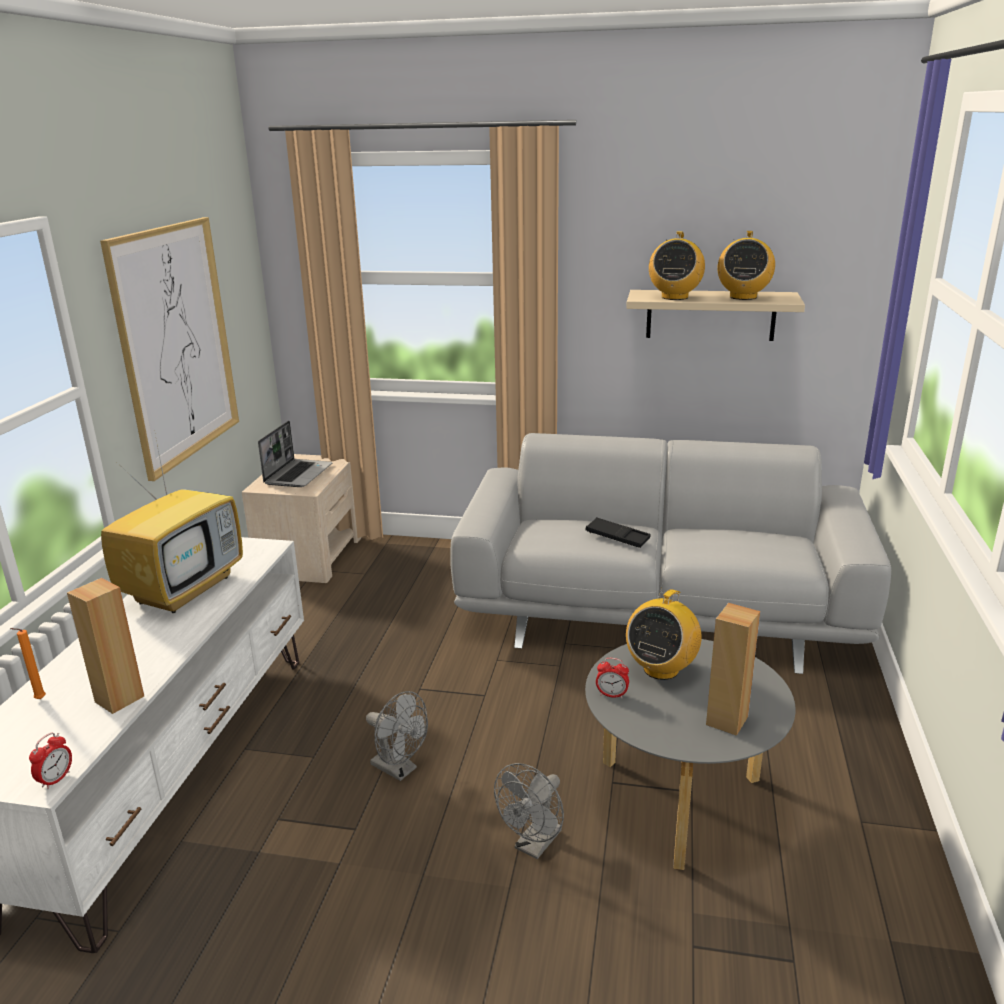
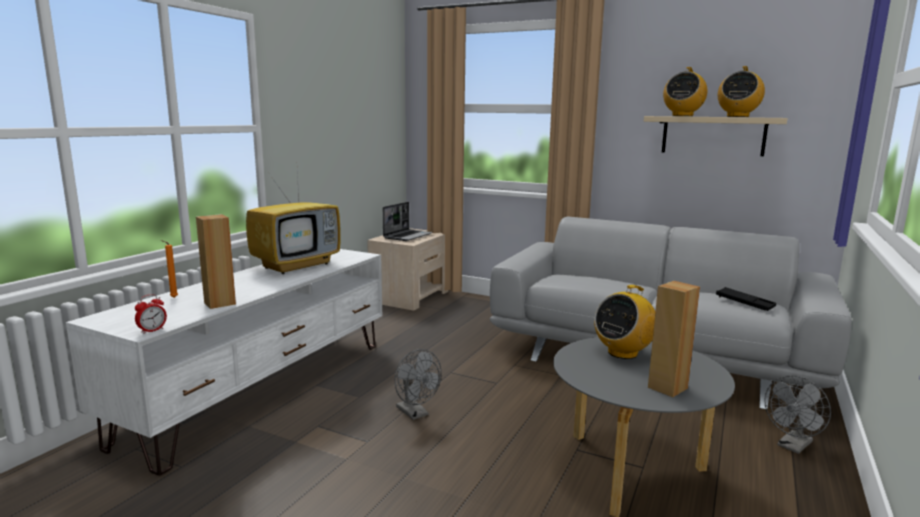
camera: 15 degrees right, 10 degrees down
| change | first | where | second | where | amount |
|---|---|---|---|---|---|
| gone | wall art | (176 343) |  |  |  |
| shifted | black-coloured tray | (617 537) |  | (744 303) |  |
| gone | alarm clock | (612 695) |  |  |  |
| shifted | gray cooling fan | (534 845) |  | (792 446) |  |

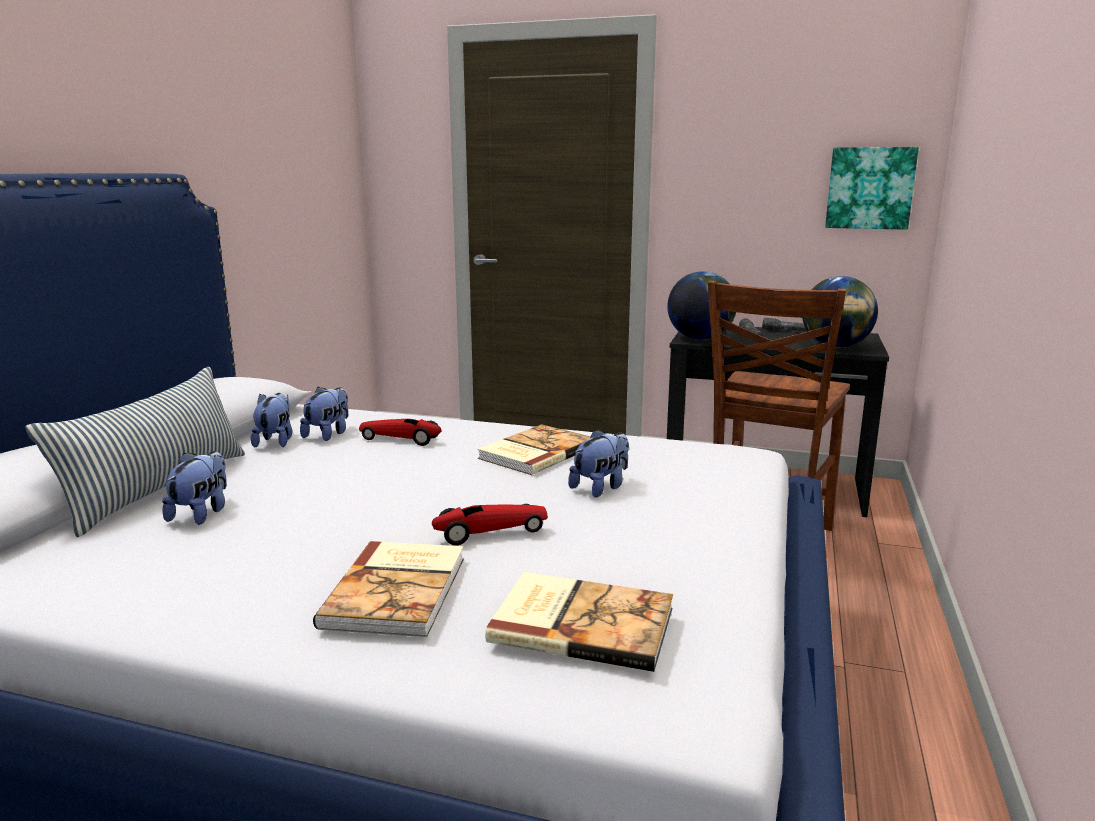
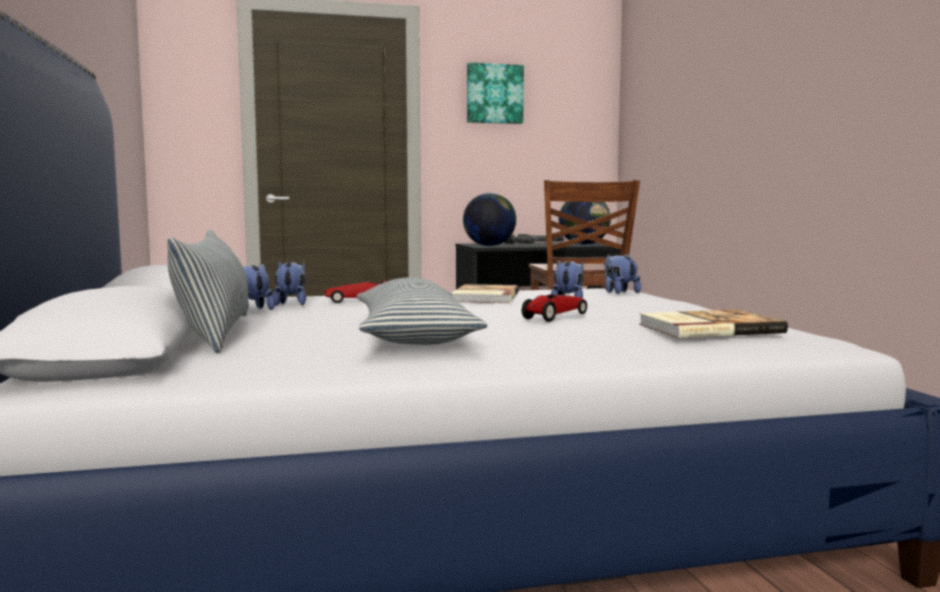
camera: 30 degrees left, 10 degrees down
| change | first | where | second | where | amount |
|---|---|---|---|---|---|
| shifted | wall art | (870 188) |  | (494 94) |  |
| shifted | cuddly toy | (202 513) |  | (619 292) |  |
| gone | book | (399 590) |  |  |  |
| new |  |  | cushion | (413 335) |  |

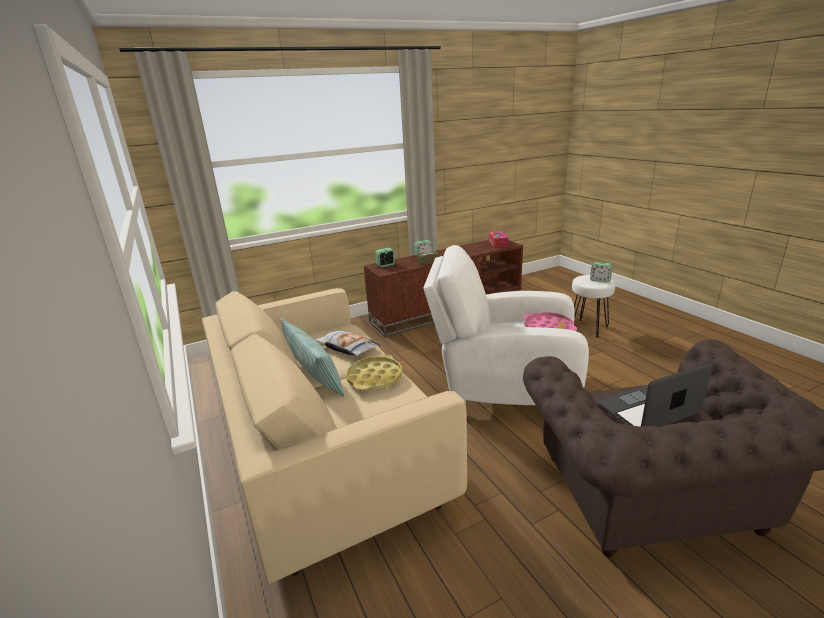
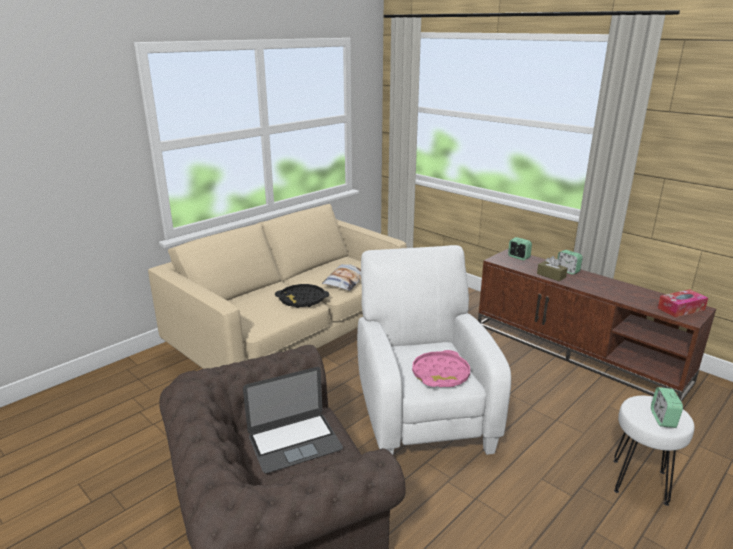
camera: 70 degrees right, 0 degrees up
| change | first | where | second | where | amount |
|---|---|---|---|---|---|
| gone | cushion | (314 375) |  |  |  |
| repainted | yellowish tray | (374 378) | black-coloured tray | (302 300) |  |
| rotated | laptop | (648 409) |  | (294 442) | 105 degrees clockwise |

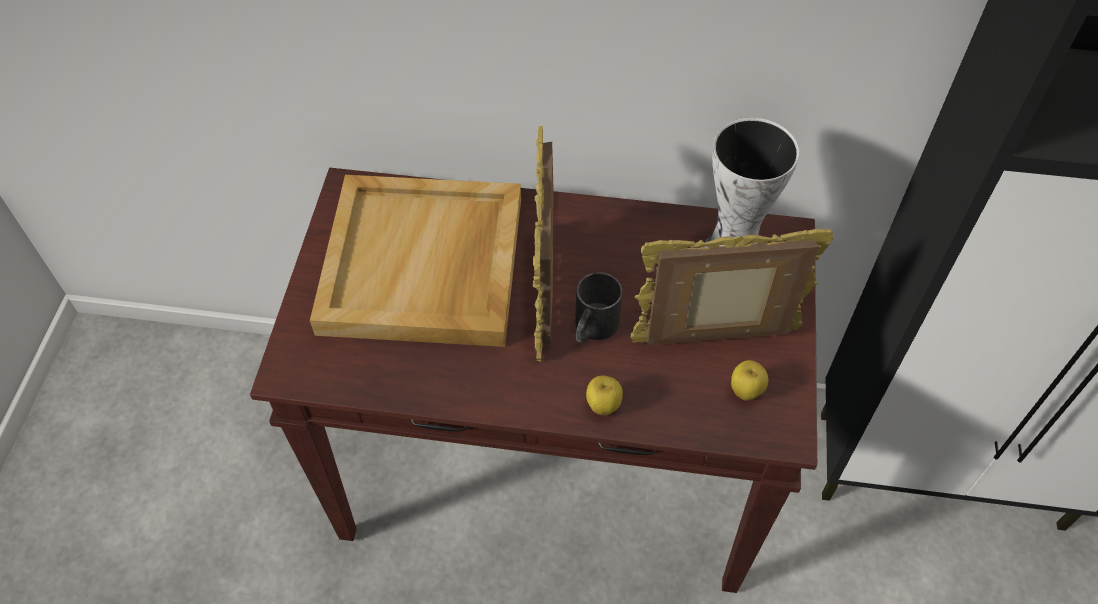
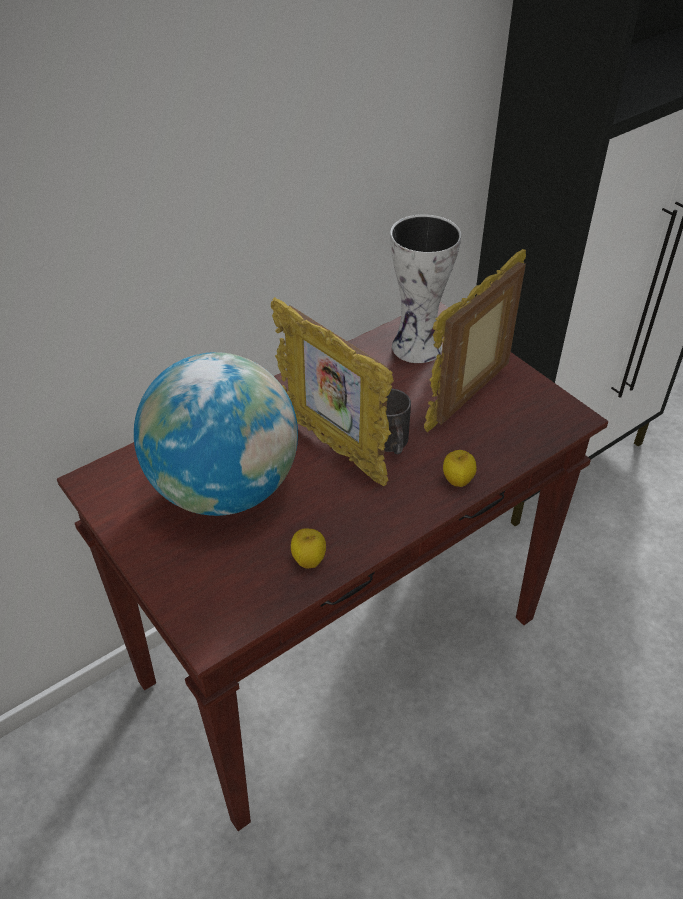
camera: 45 degrees left, 10 degrees down
| change | first | where | second | where | amount |
|---|---|---|---|---|---|
| swapped | sand-coloured tray | (424 266) | world globe | (224 489) |  |
| shifted | whole apple | (745 391) |  | (309 561) |  |

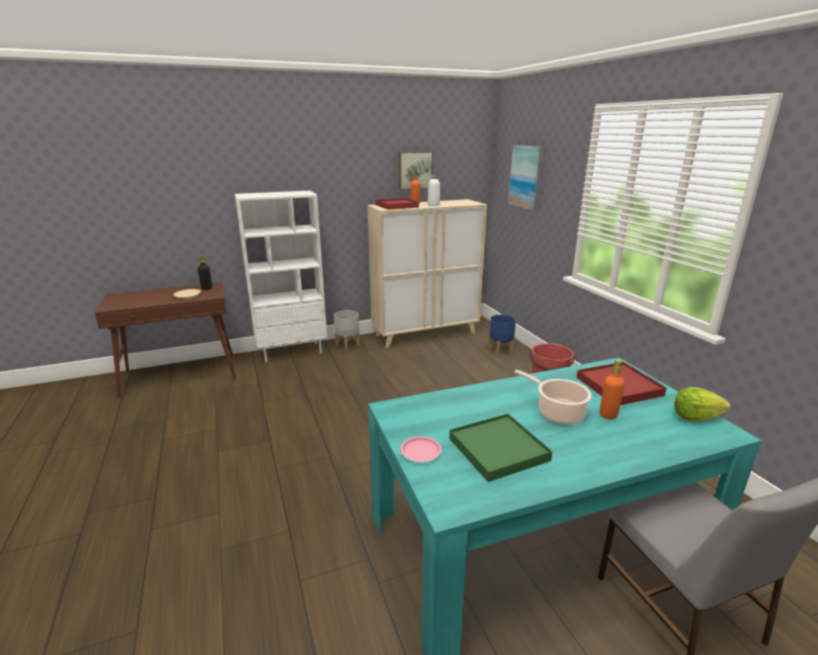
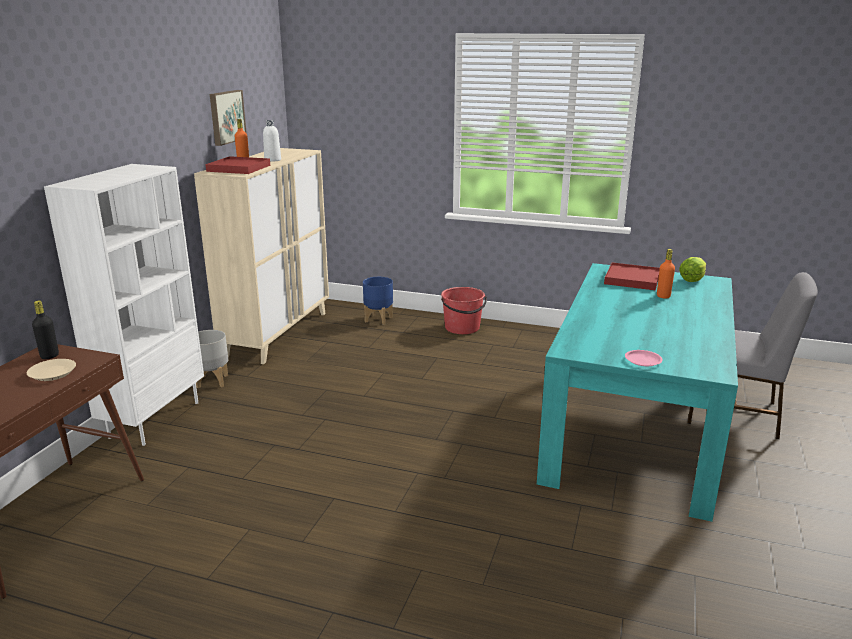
camera: 50 degrees left, 0 degrees up
| change | first | where | second | where | amount |
|---|---|---|---|---|---|
| gone | wall art | (526 177) |  |  |  |
| gone | saucepot | (557 413) |  |  |  |
| gone | greenish tray | (498 449) |  |  |  |

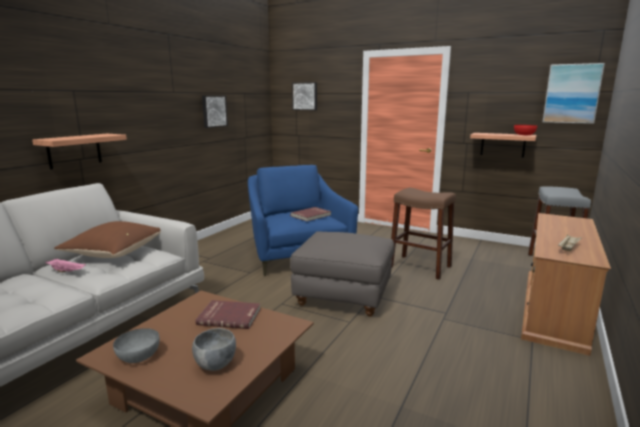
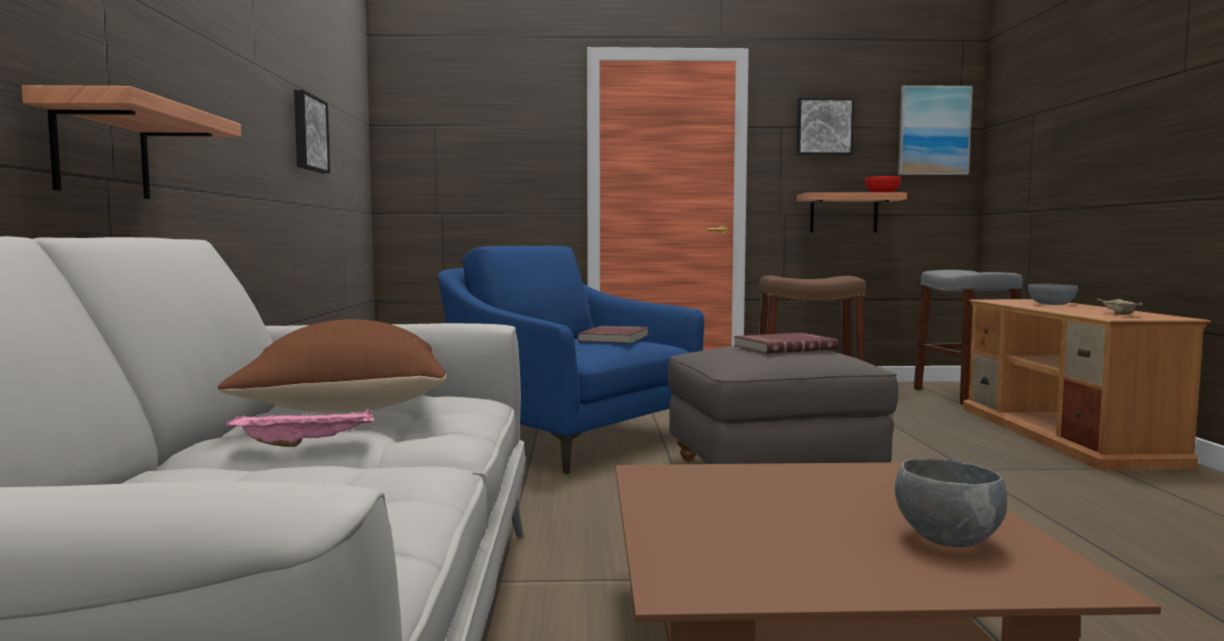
camera: 30 degrees left, 10 degrees down
| change | first | where | second | where | amount |
|---|---|---|---|---|---|
| shifted | wall art | (305 96) |  | (824 127) |  |
| shifted | red-coloured book | (229 316) |  | (783 347) |  |
| shifted | gray bowl | (139 356) |  | (1051 304) |  |

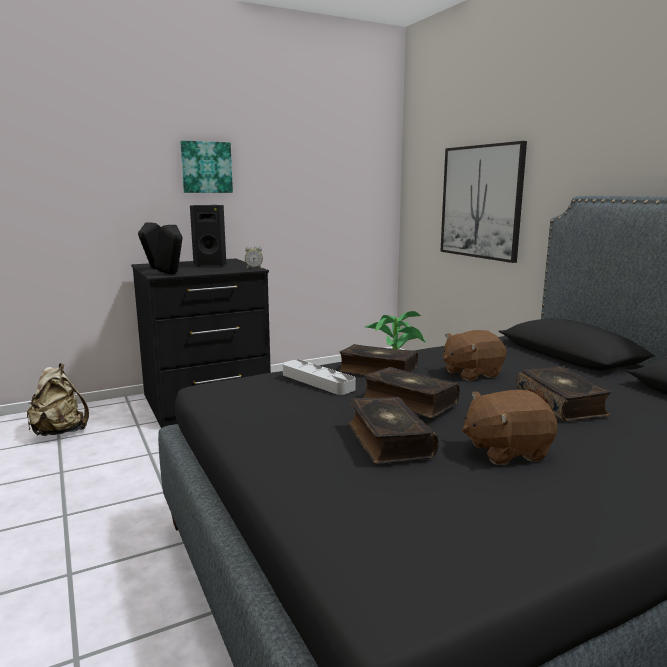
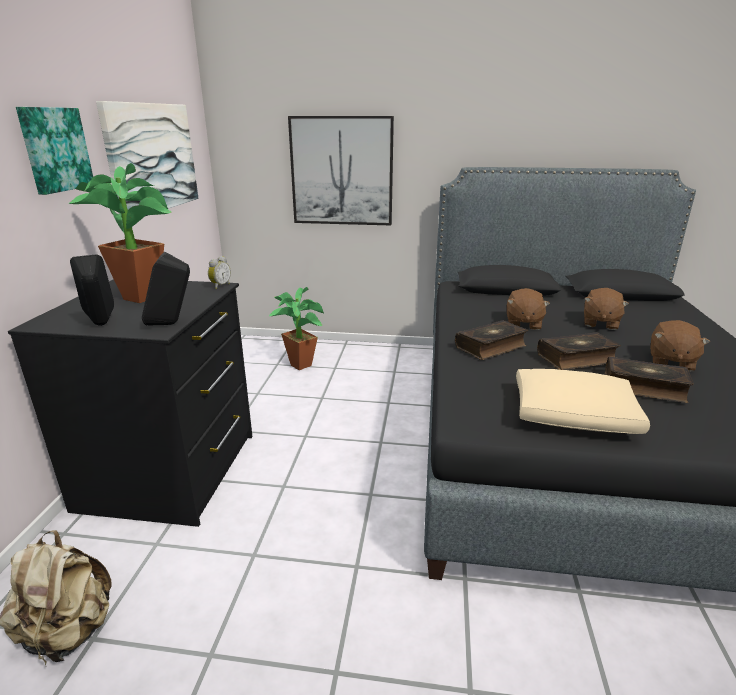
camera: 55 degrees left, 10 degrees up
| change | first | where | second | where | amount |
|---|---|---|---|---|---|
| swapped | black-coloured audio speaker | (211 265) | houseplant | (140 295) |  |
| gone | gray tray | (317 381) |  |  |  |
| swapped | book | (561 403) | brown cuddly toy | (600 323) |  |
| new |  |  | wall art | (153 158) |  |
| new |  |  | sand-coloured cushion | (574 415) |  |

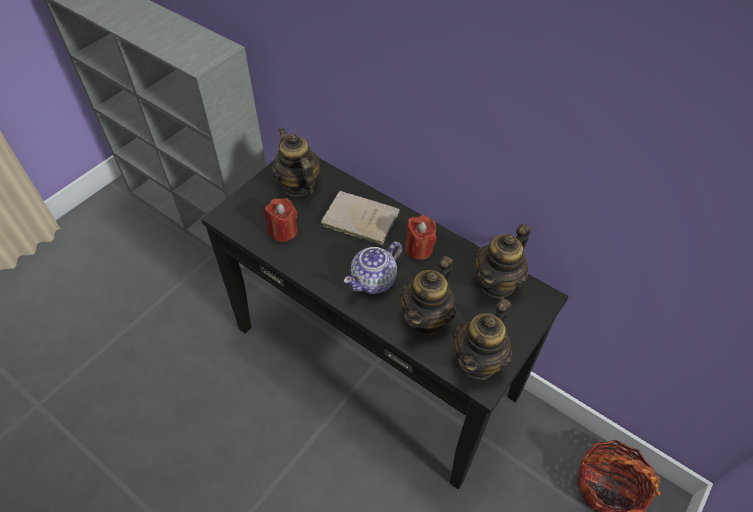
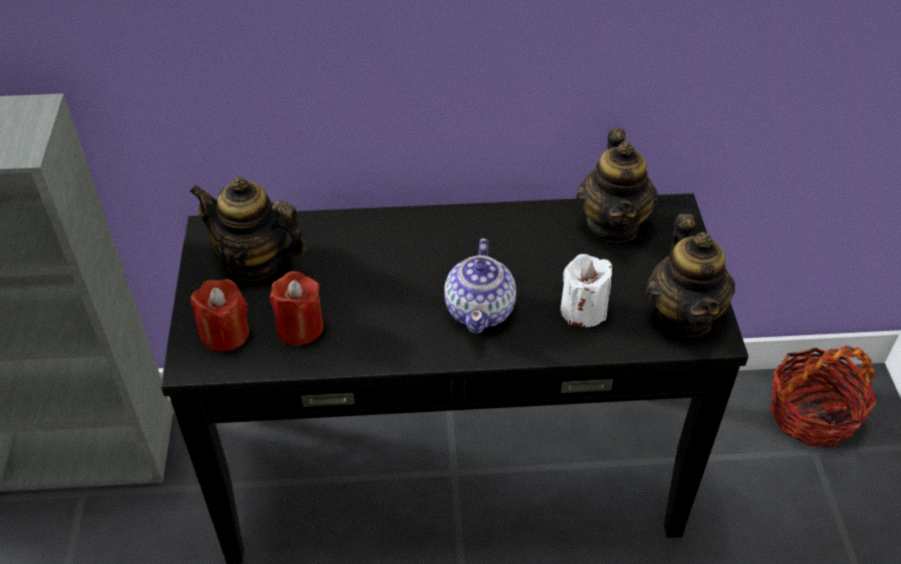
camera: 40 degrees left, 5 degrees down
| change | first | where | second | where | amount |
|---|---|---|---|---|---|
| gone | sand-coloured book | (358 219) |  |  |  |
| shifted | red-coloured wax light | (419 248) |  | (225 334) |  |
| swapped | pot for tea | (426 318) | whitish wax light | (583 310) |  |

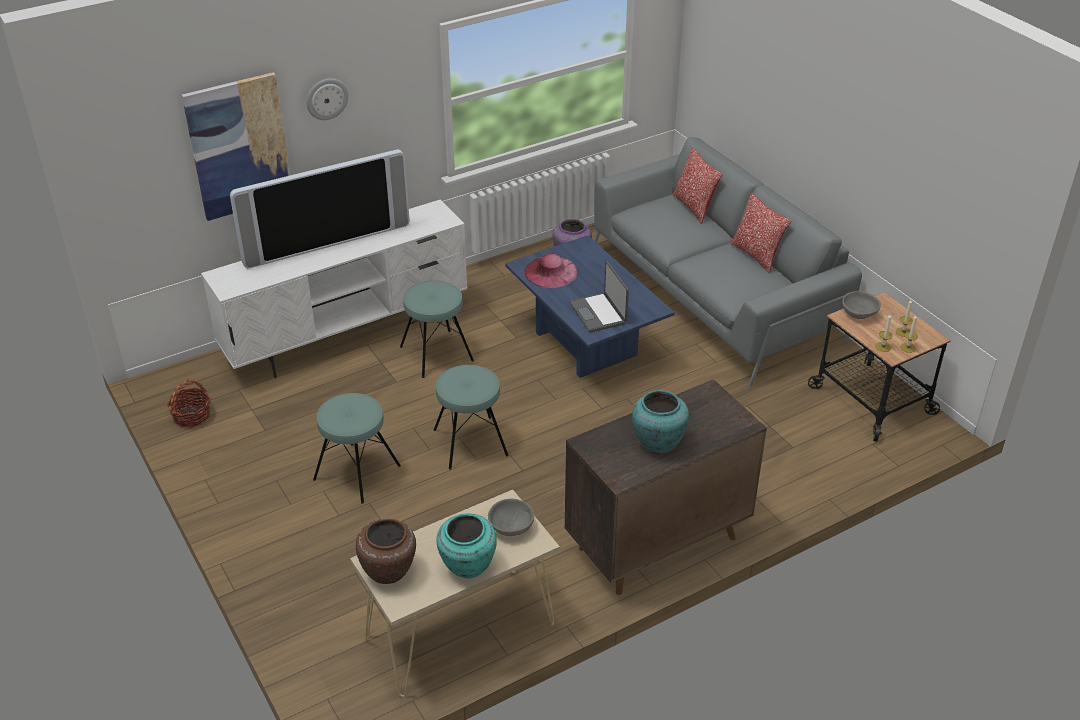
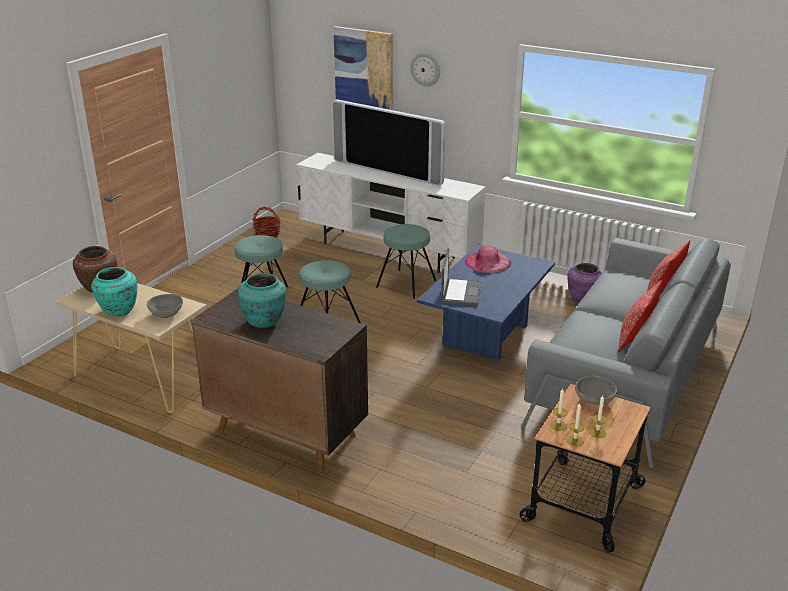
camera: 60 degrees right, 10 degrees down
| change | first | where | second | where | amount |
|---|---|---|---|---|---|
| rotated | laptop | (598 313) |  | (460 293) | 150 degrees clockwise |

